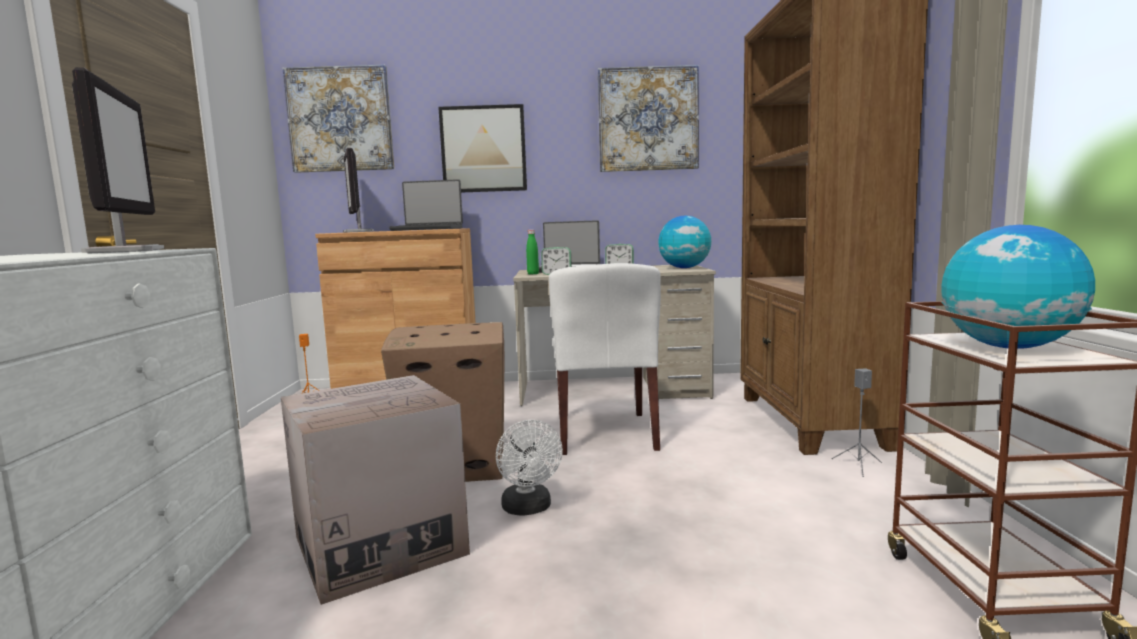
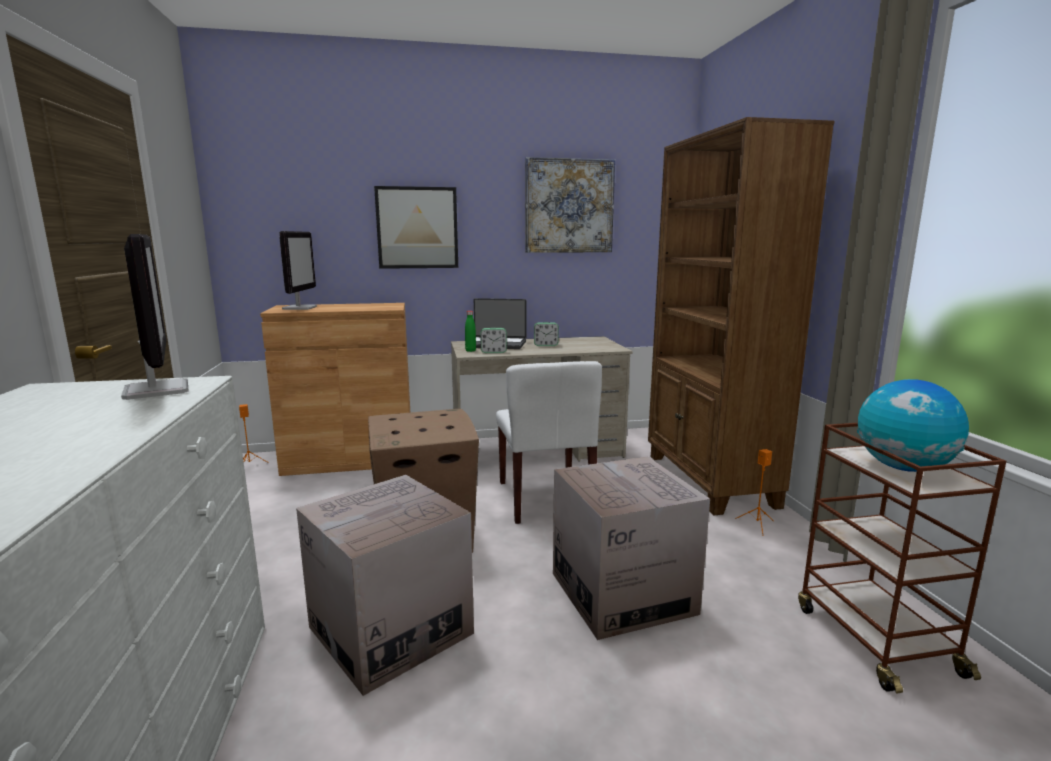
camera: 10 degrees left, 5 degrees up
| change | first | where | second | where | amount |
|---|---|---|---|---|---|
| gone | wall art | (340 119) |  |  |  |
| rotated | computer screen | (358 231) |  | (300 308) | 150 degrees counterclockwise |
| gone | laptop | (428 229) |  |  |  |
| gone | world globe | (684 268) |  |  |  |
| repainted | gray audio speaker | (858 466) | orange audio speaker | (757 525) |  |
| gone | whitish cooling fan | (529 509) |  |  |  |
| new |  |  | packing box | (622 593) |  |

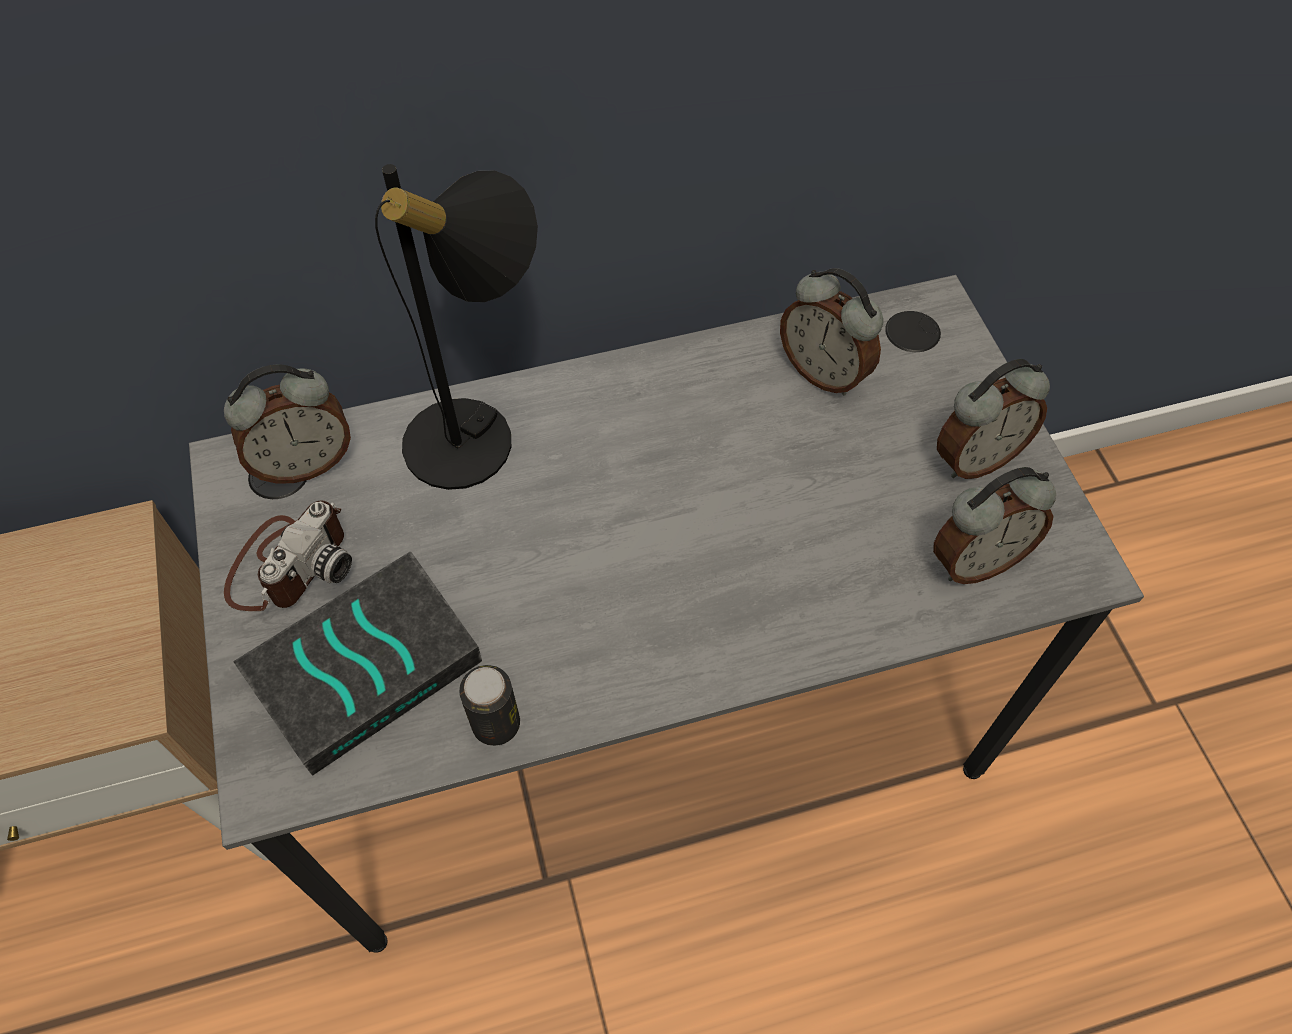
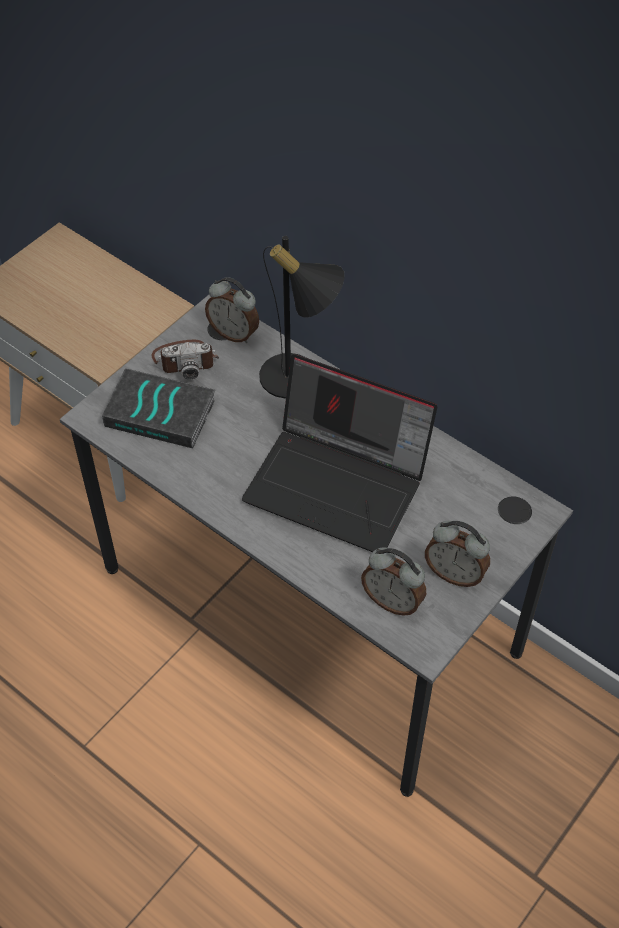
camera: 55 degrees right, 5 degrees down
| change | first | where | second | where | amount |
|---|---|---|---|---|---|
| gone | alarm clock | (824 372) |  |  |  |
| gone | metal can | (496 724) |  |  |  |
| new |  |  | laptop | (339 483) |  |

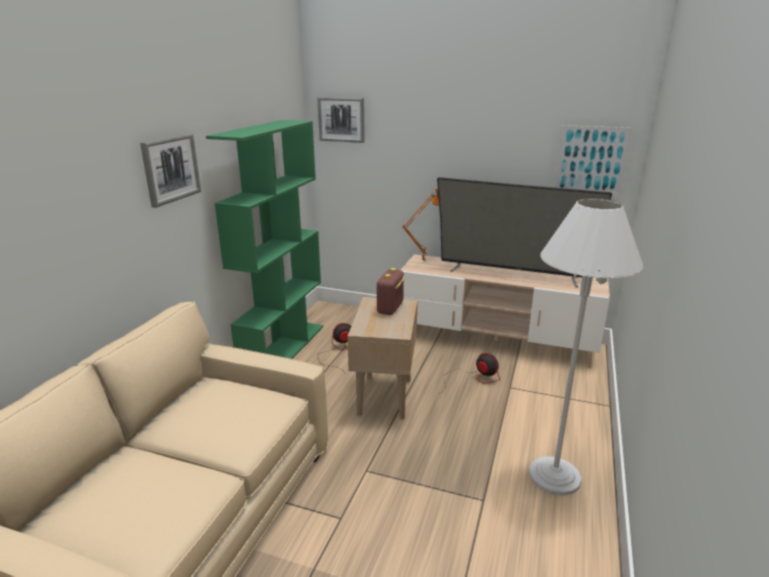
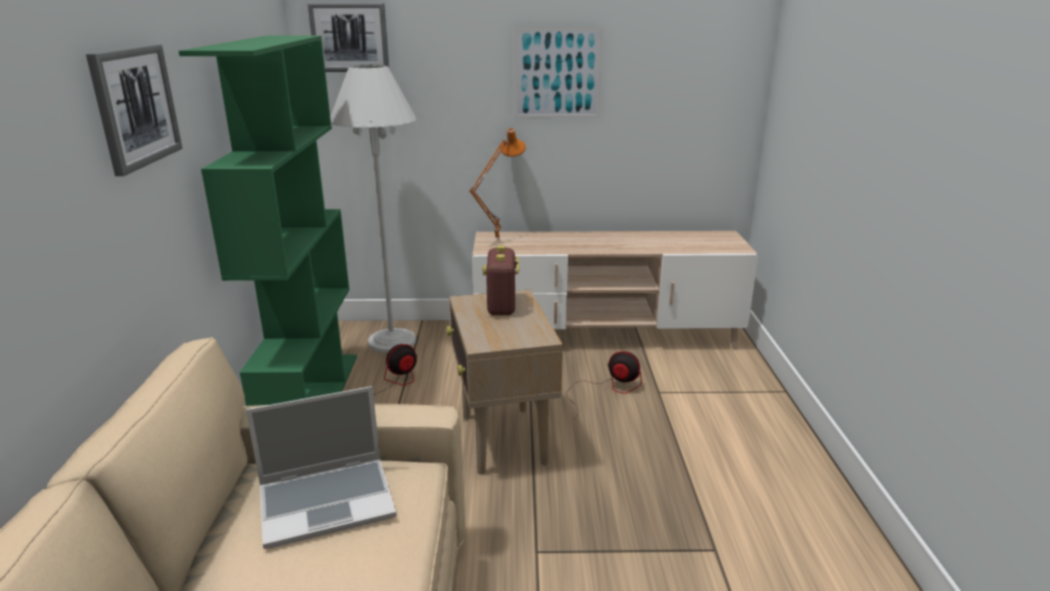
camera: 20 degrees left, 0 degrees up
| change | first | where | second | where | amount |
|---|---|---|---|---|---|
| shifted | wall art | (590 160) |  | (557 73) |  |
| gone | TV set | (512 273) |  |  |  |
| shifted | whitish standing lamp | (554 476) |  | (392 341) |  |
| new |  |  | laptop | (328 502) |  |

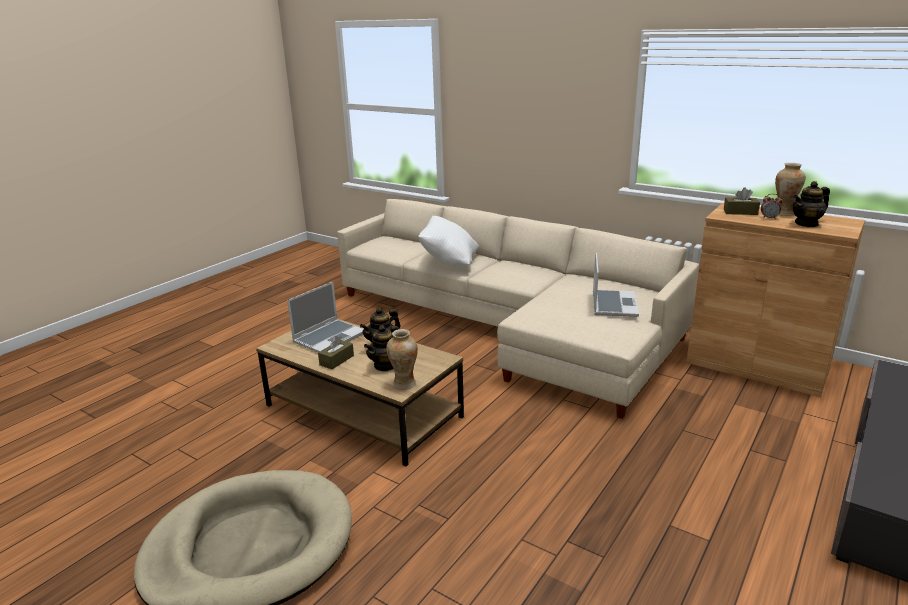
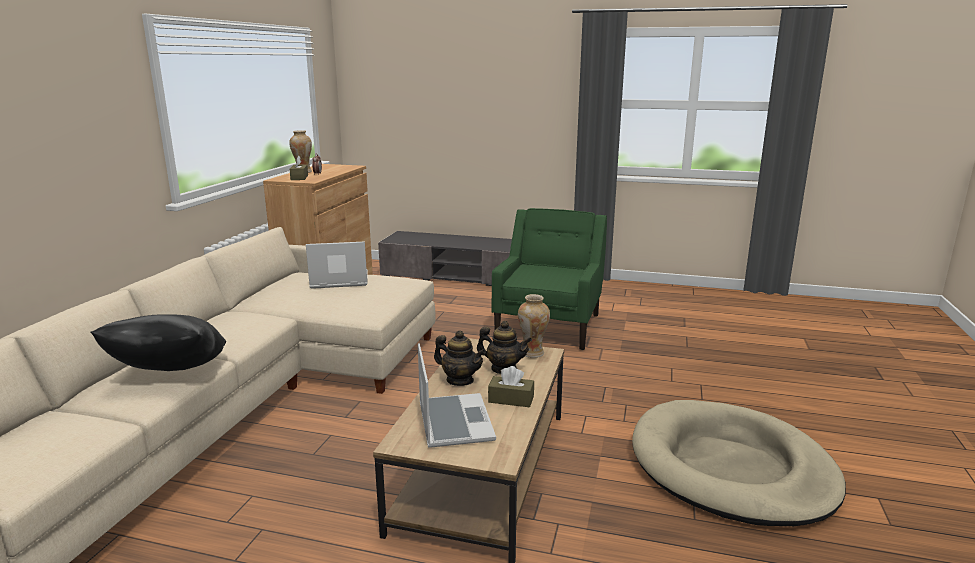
camera: 110 degrees left, 5 degrees down
| change | first | where | second | where | amount |
|---|---|---|---|---|---|
| gone | pot for tea | (806 224) |  |  |  |
| repainted | whitish cushion | (449 262) | black-coloured cushion | (170 375) |  |
| rotated | laptop | (329 337) |  | (453 421) | 60 degrees clockwise |
| new |  |  | greenish lounge chair | (549 326) |  |

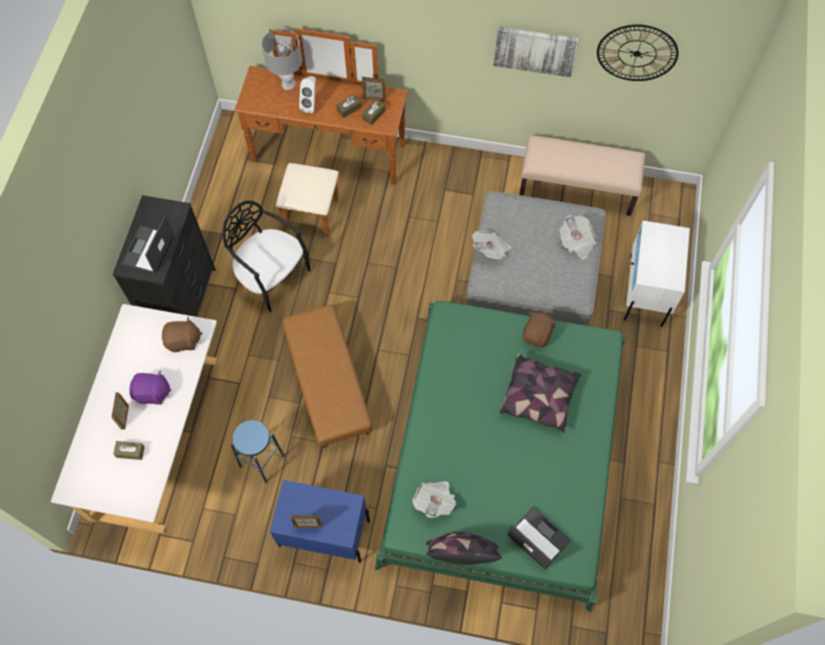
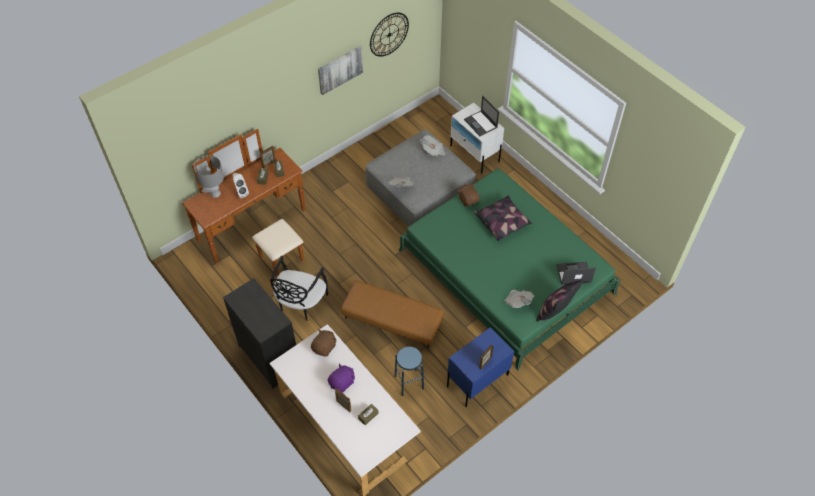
camera: 50 degrees left, 10 degrees down
| change | first | where | second | where | amount |
|---|---|---|---|---|---|
| gone | sand-coloured indoor bench | (577 189) |  |  |  |
| rotated | black-coloured upright chair | (271 276) |  | (300 303) | 60 degrees counterclockwise |
| shifted | laptop | (148 250) |  | (481 124) |  |

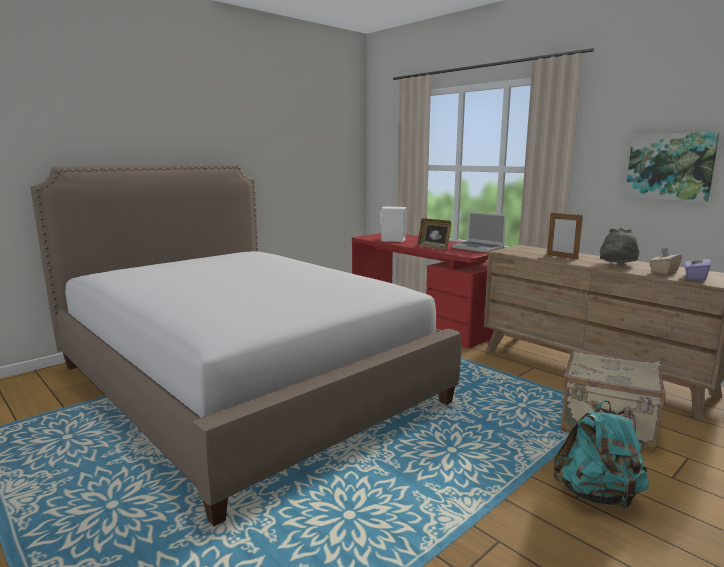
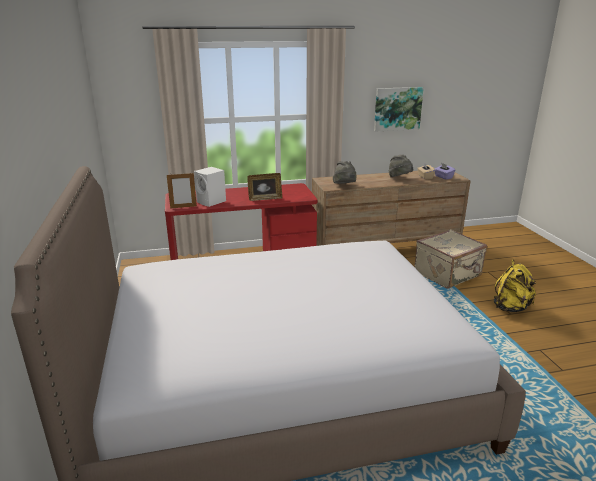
camera: 60 degrees left, 10 degrees up
| change | first | where | second | where | amount |
|---|---|---|---|---|---|
| gone | laptop | (478 248) |  |  |  |
| shifted | standing frame | (562 257) |  | (183 207) |  |
| repainted | turquoise knapsack | (597 495) | yellowish knapsack | (510 307) |  |
| new |  |  | gray hat | (344 186) |  |

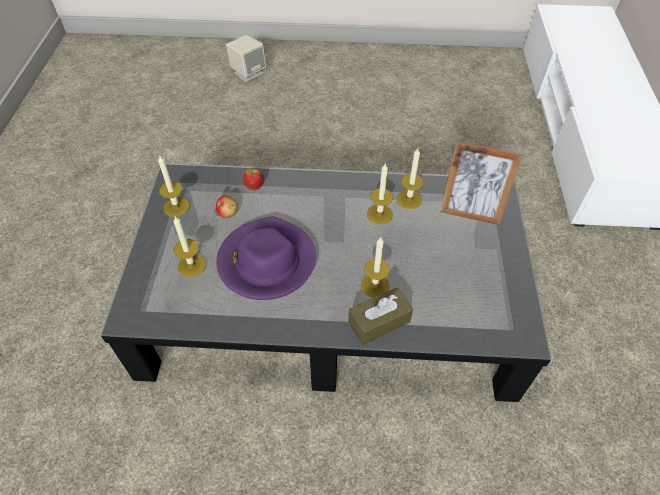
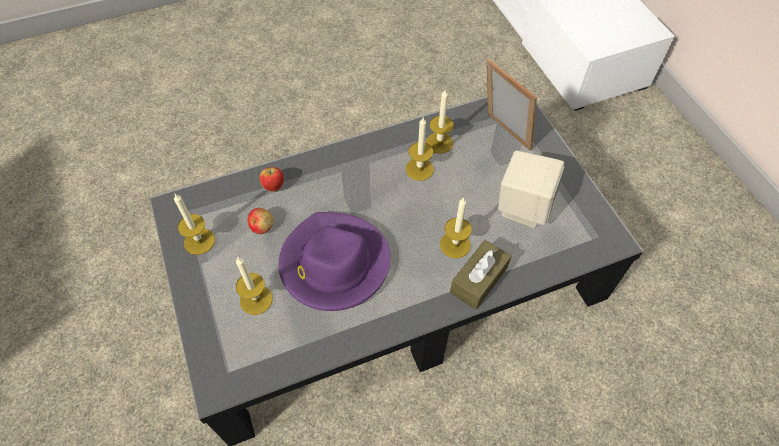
camera: 25 degrees left, 5 degrees up
| change | first | where | second | where | amount |
|---|---|---|---|---|---|
| shifted | sand-coloured audio speaker | (248 73) |  | (523 207) |  |
| rotated | standing frame | (470 212) |  | (503 135) | 120 degrees counterclockwise |

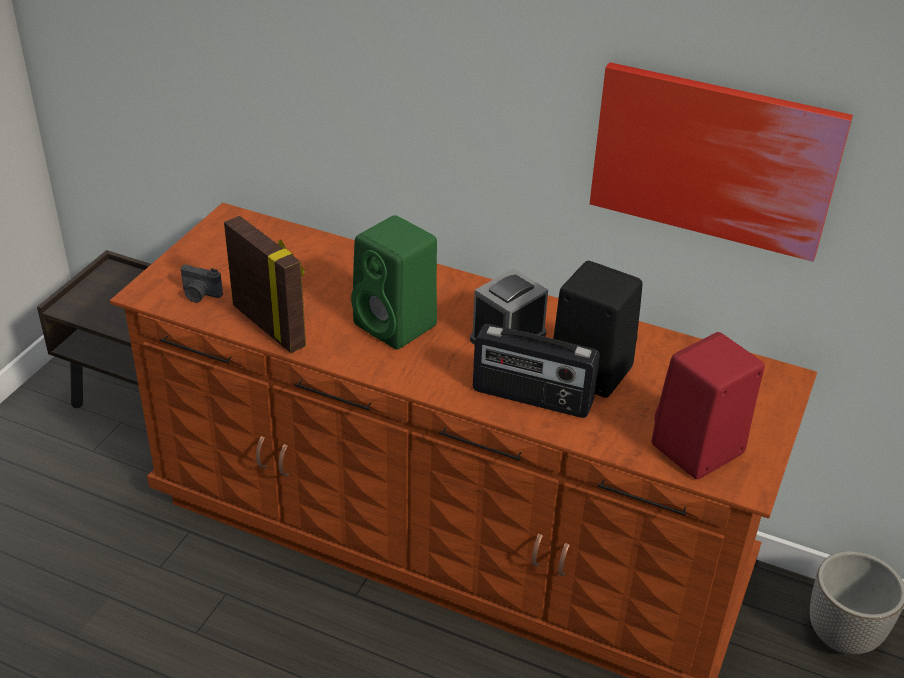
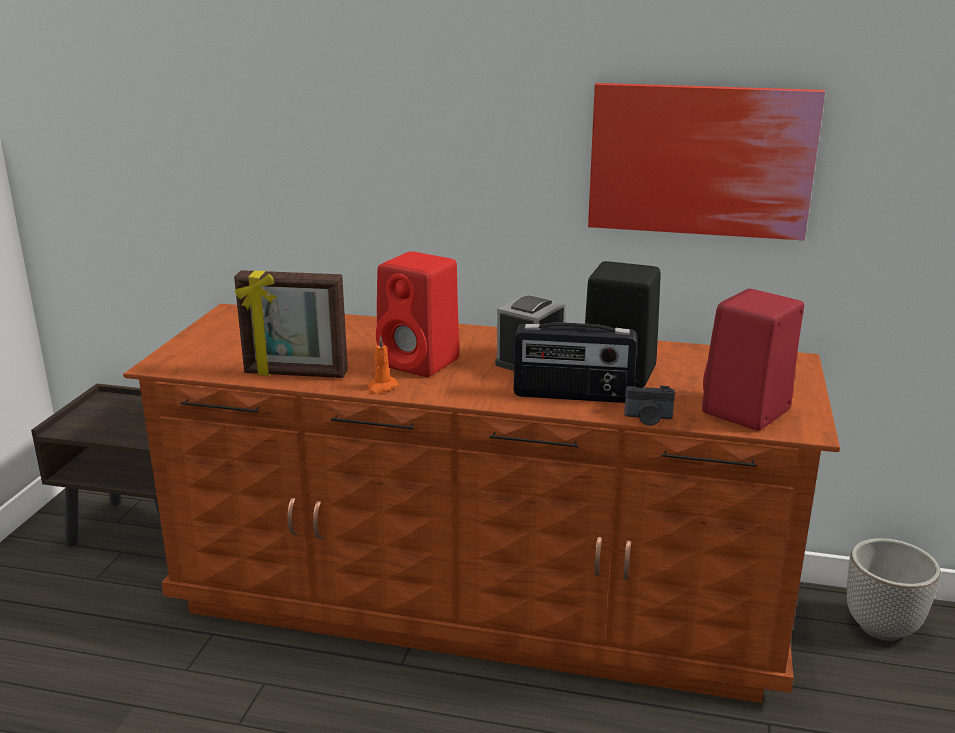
camera: 10 degrees left, 15 degrees down
| change | first | where | second | where | amount |
|---|---|---|---|---|---|
| repainted | greenish audio speaker | (397 326) | red-coloured audio speaker | (421 362) |  |
| rotated | standing frame | (270 325) |  | (295 374) | 150 degrees clockwise |
| shifted | photo camera | (200 295) |  | (648 419) |  |
| new |  |  | orange wax light | (381 387) |  |

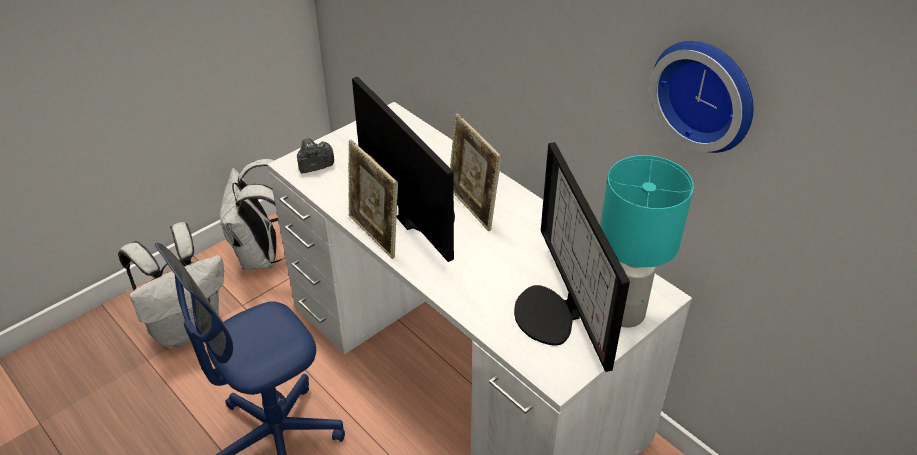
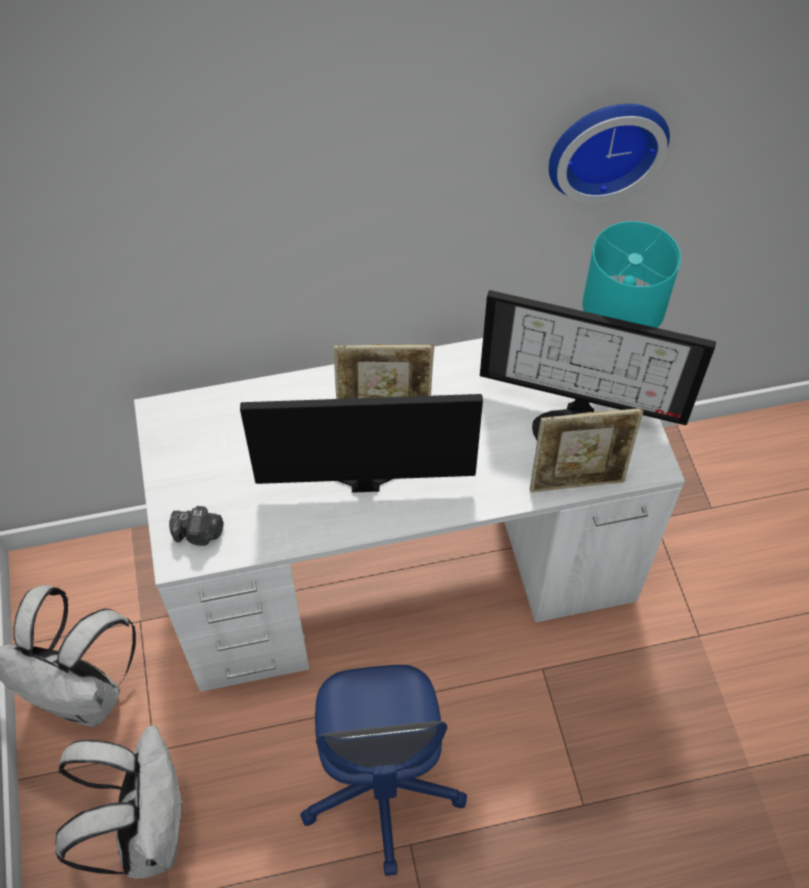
camera: 60 degrees left, 15 degrees up
| change | first | where | second | where | amount |
|---|---|---|---|---|---|
| rotated | photo camera | (314 165) |  | (199 534) | 90 degrees counterclockwise |
| shifted | standing frame | (374 235) |  | (577 482) |  |

